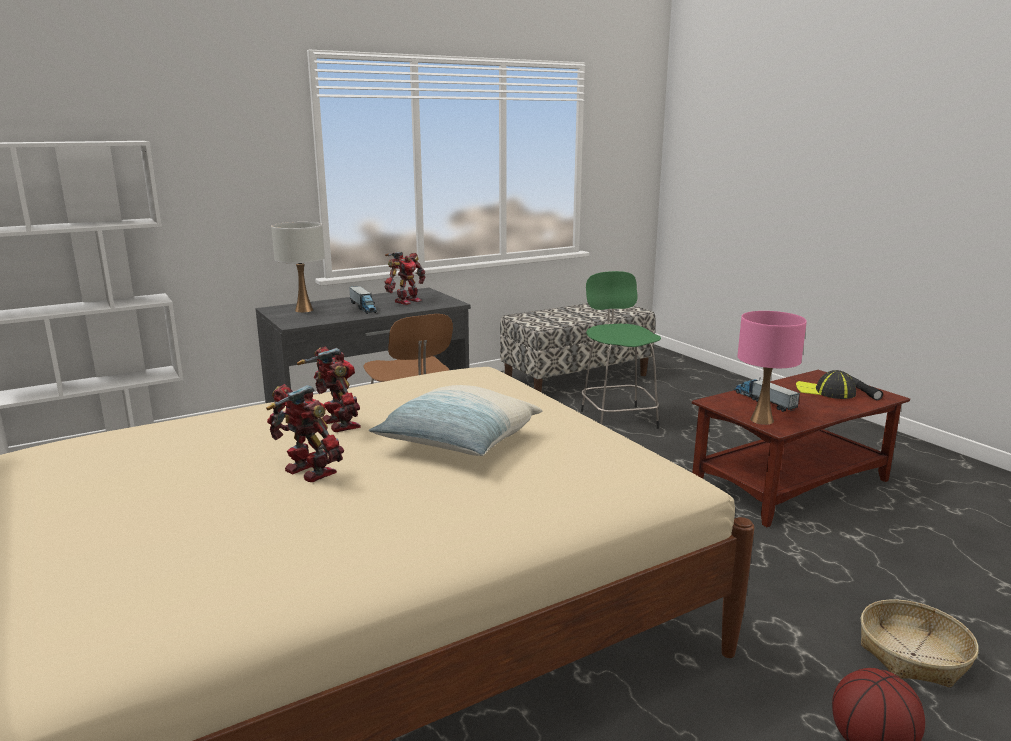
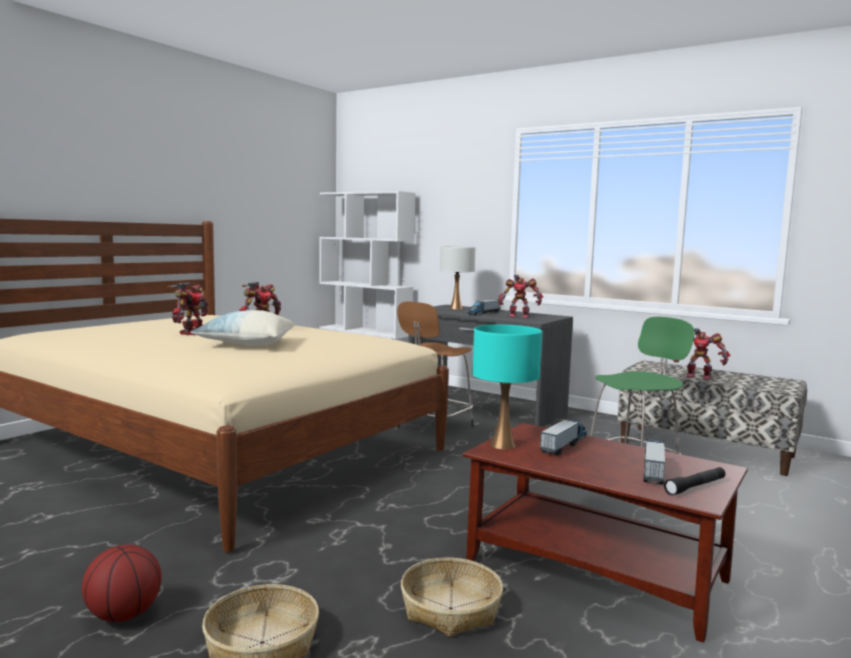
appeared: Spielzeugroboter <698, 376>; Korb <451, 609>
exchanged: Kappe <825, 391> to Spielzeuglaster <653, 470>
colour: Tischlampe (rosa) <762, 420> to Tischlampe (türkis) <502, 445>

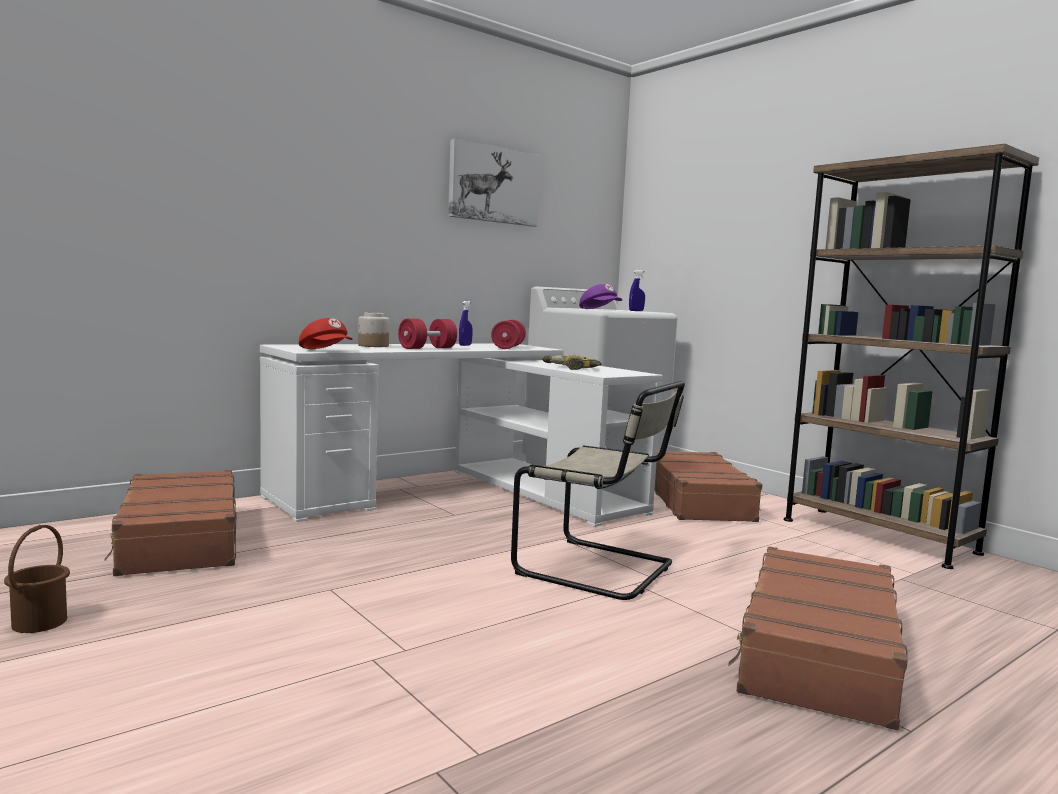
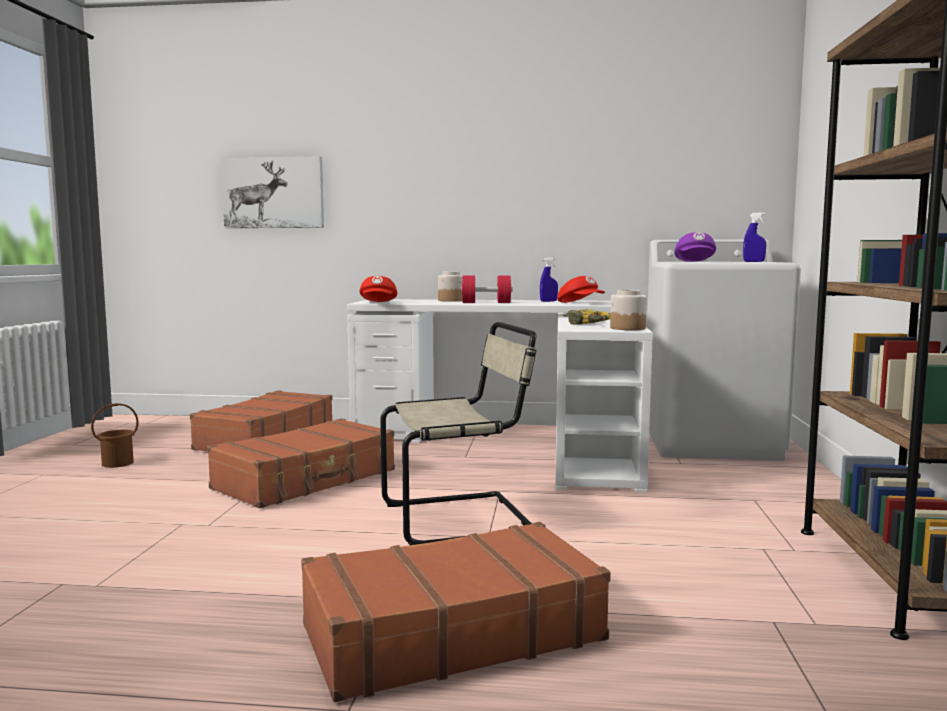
appeared: Vorratsglas <627, 328>
relocated: Bild <493, 185> to <273, 193>; Koffer (braun) <698, 501> to <307, 480>
exchanged: Hantel (rot) <508, 347> to Kappe (rot) <581, 303>
spun: Stuhl (beige) <600, 570> = <462, 519> 90 degrees counterclockwise

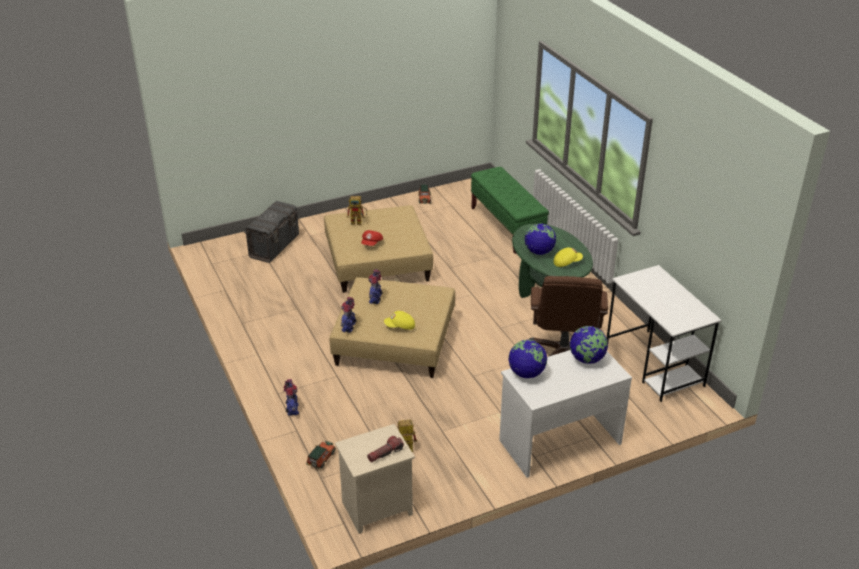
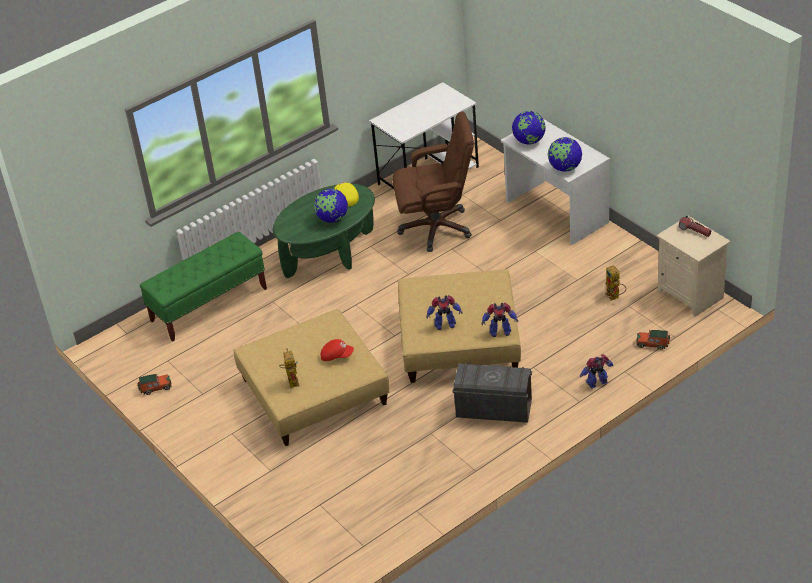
missing: Kappe (gelb) <400, 327>
relocated: Aufbewahrungsbox (grau) <274, 246> to <493, 409>

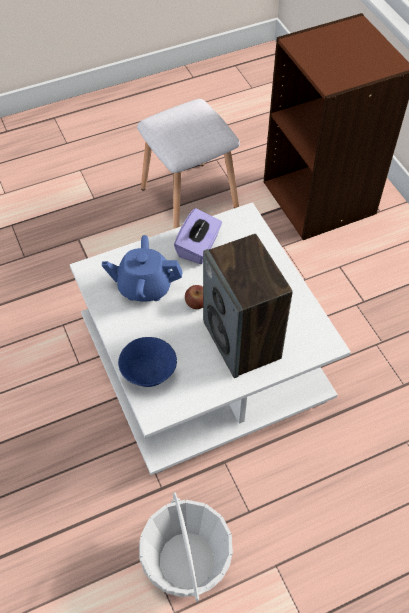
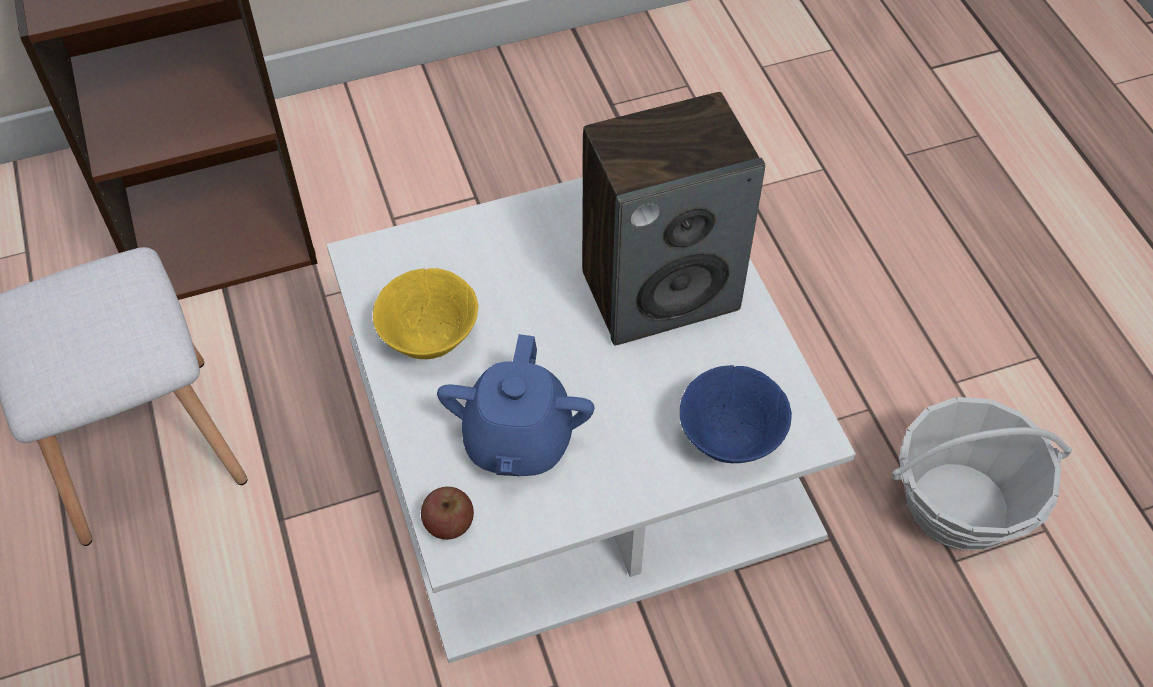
relocated: Apfel <197, 303> to <449, 523>
exchanged: Taschentuchbox (lila) <198, 247> to Schüssel (gelb) <429, 341>

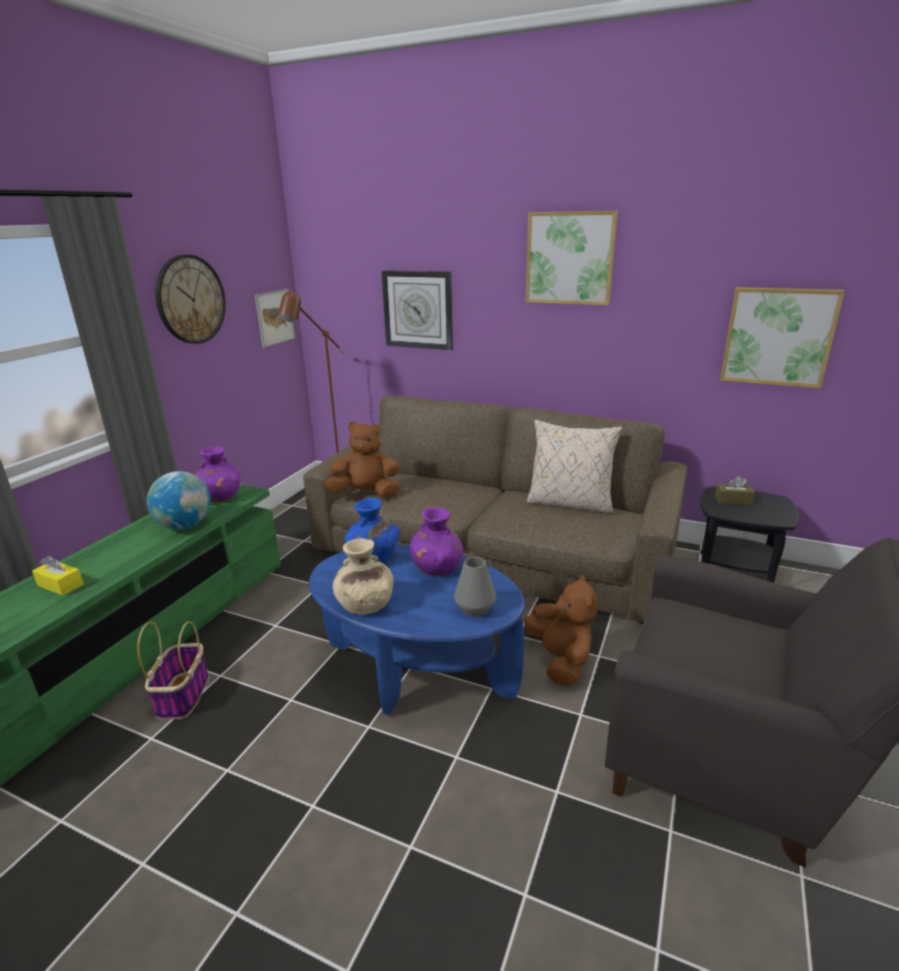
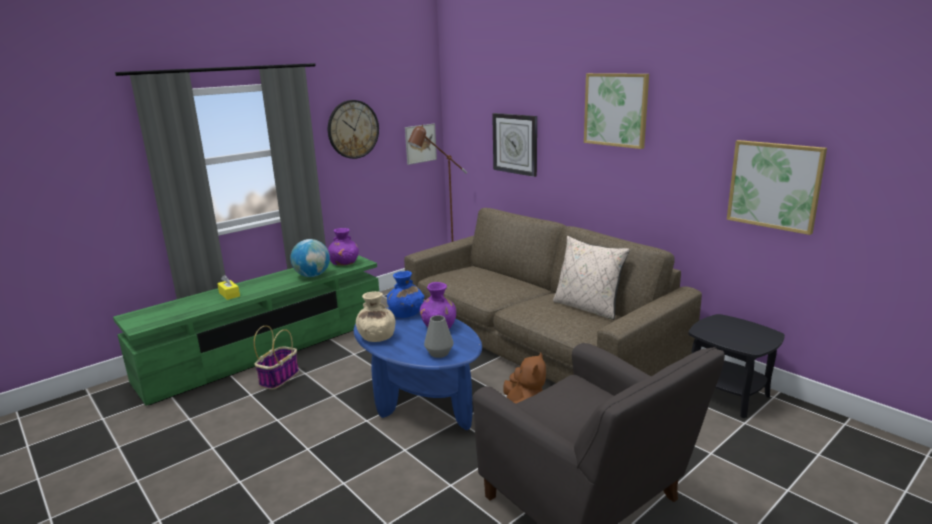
missing: Plüschtier (braun) <366, 494>; Taschentuchbox (braun) <733, 500>

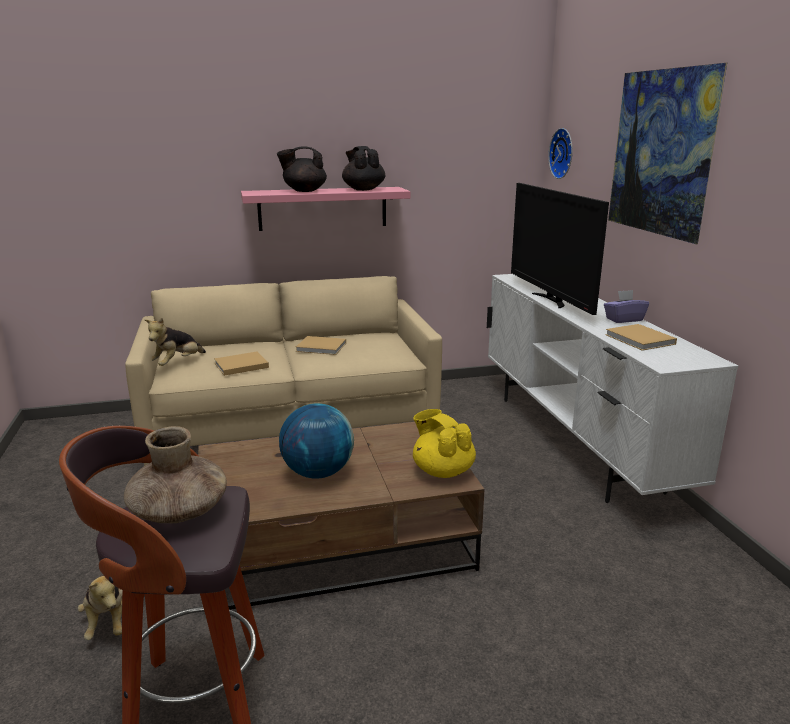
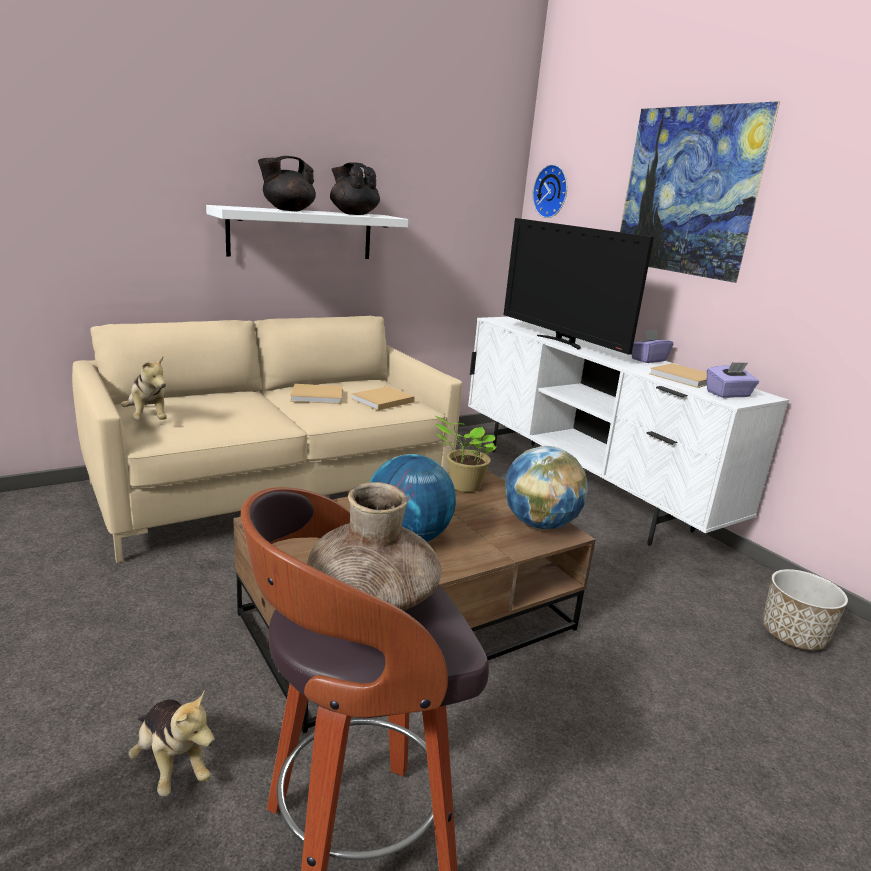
appeared: Taschentuchbox (lila) <728, 394>; Topfpflanze <462, 486>; Pflanzkübel <793, 635>
relocated: Buch (beige) <239, 365> to <381, 401>
exchanged: Teekanne (gelb) <442, 471> to Globus <539, 524>
colour: Wandregal (rosa) <323, 208> to Wandregal (weiß) <301, 234>
spun: Plüschtier <177, 363> = <148, 419> 45 degrees counterclockwise

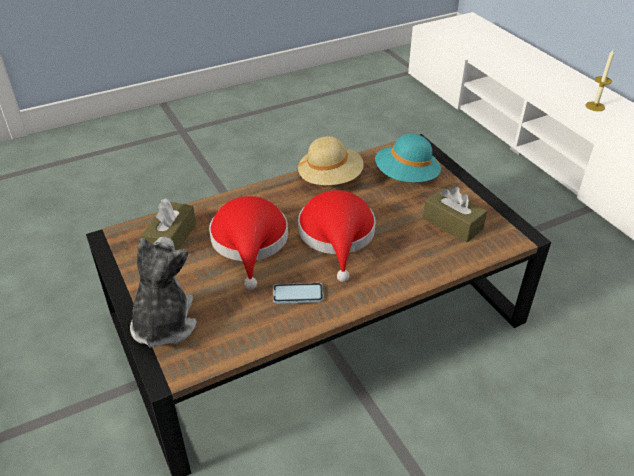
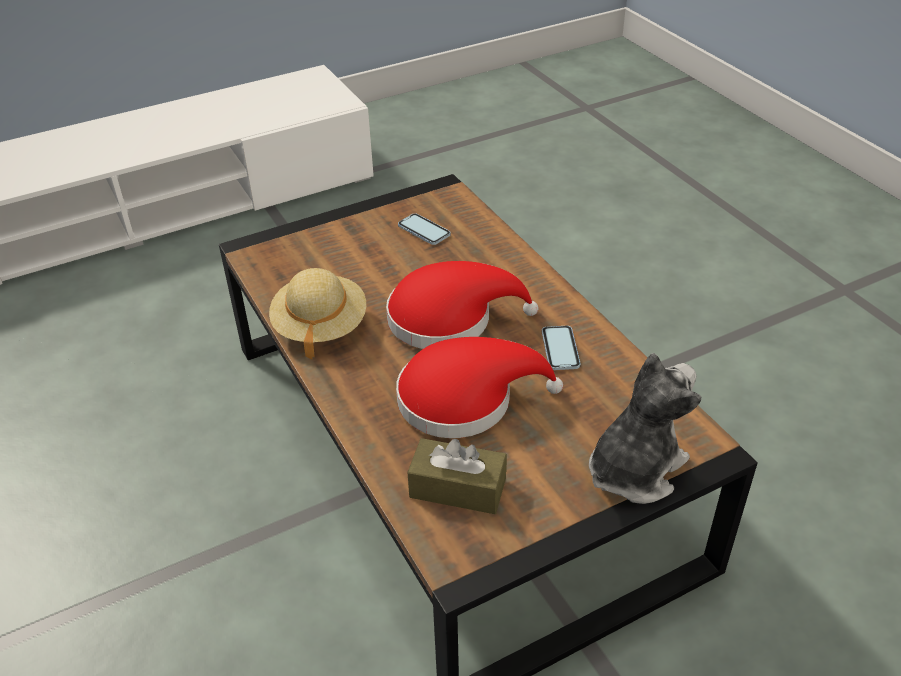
missing: Kerze <595, 106>; Hut (türkis) <406, 177>
exchanged: Taschentuchbox (braun) <452, 224> to Handy <424, 230>
spun: Plüschtier <163, 323> = <634, 469> 135 degrees clockwise

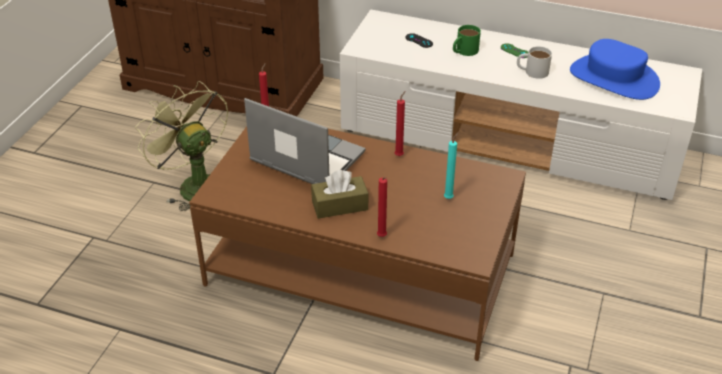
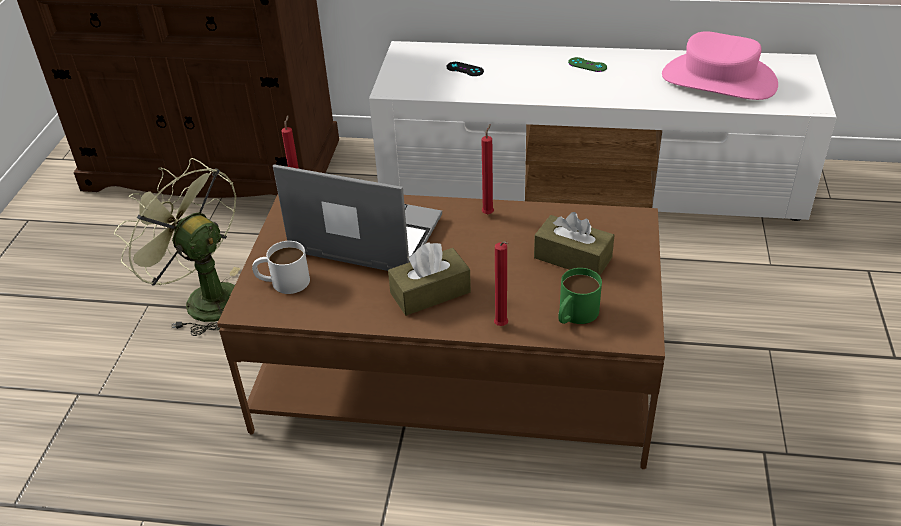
relocated: Henkelbecher (grün) <464, 51> to <574, 315>; Henkelbecher (weiß) <532, 71> to <283, 281>
exchanged: Kerze (türkis) <449, 197> to Taschentuchbox (braun) <572, 258>
colour: Hut (blau) <613, 78> to Hut (rosa) <718, 80>

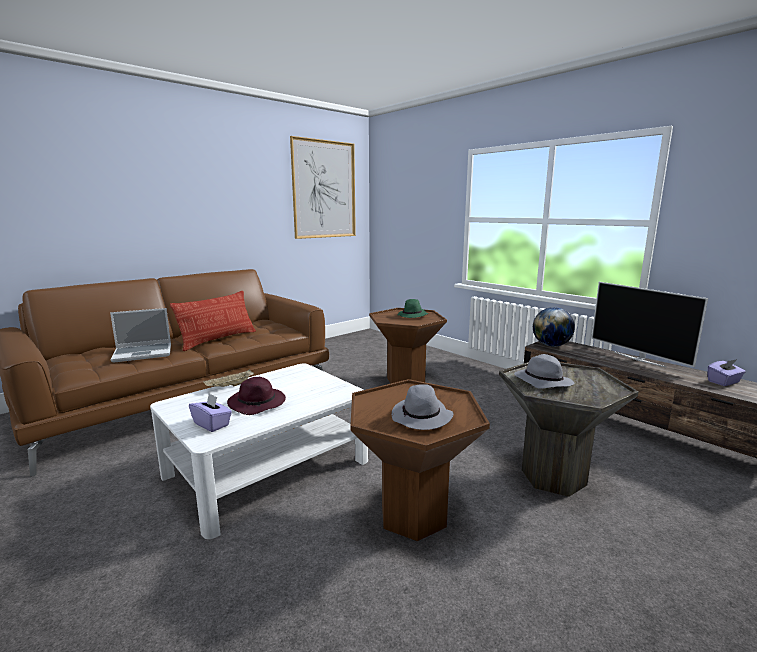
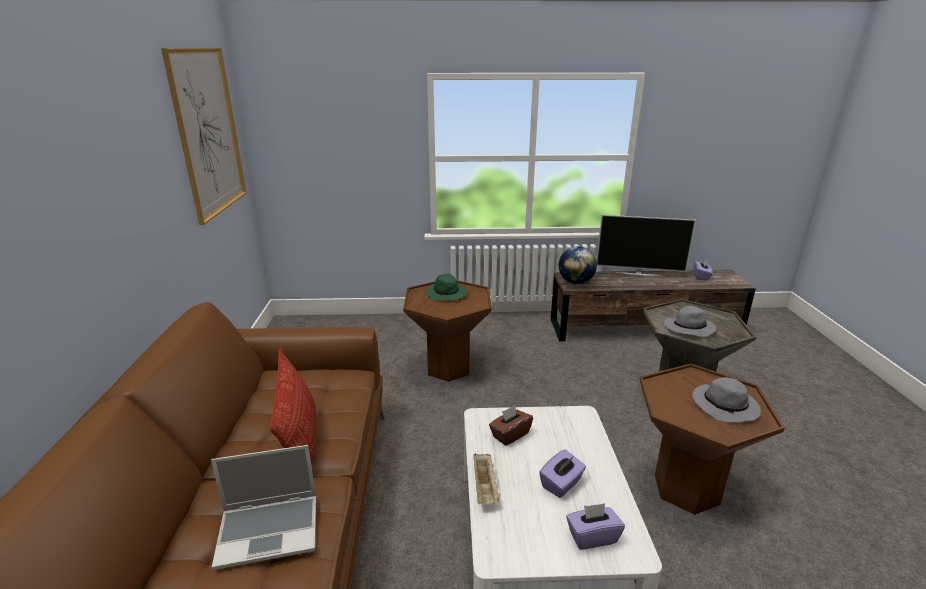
appeared: Taschentuchbox (braun) <510, 435>
exchanged: Hut (lila) <258, 404> to Taschentuchbox (lila) <561, 484>
spun: Laptop <144, 353> = <270, 530> 60 degrees clockwise

